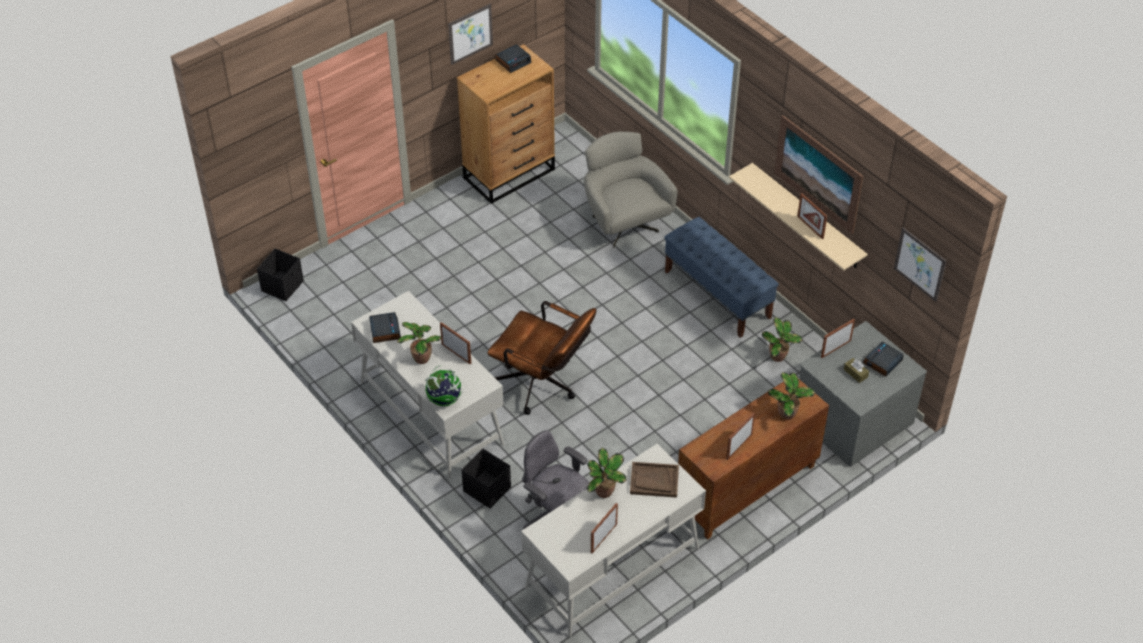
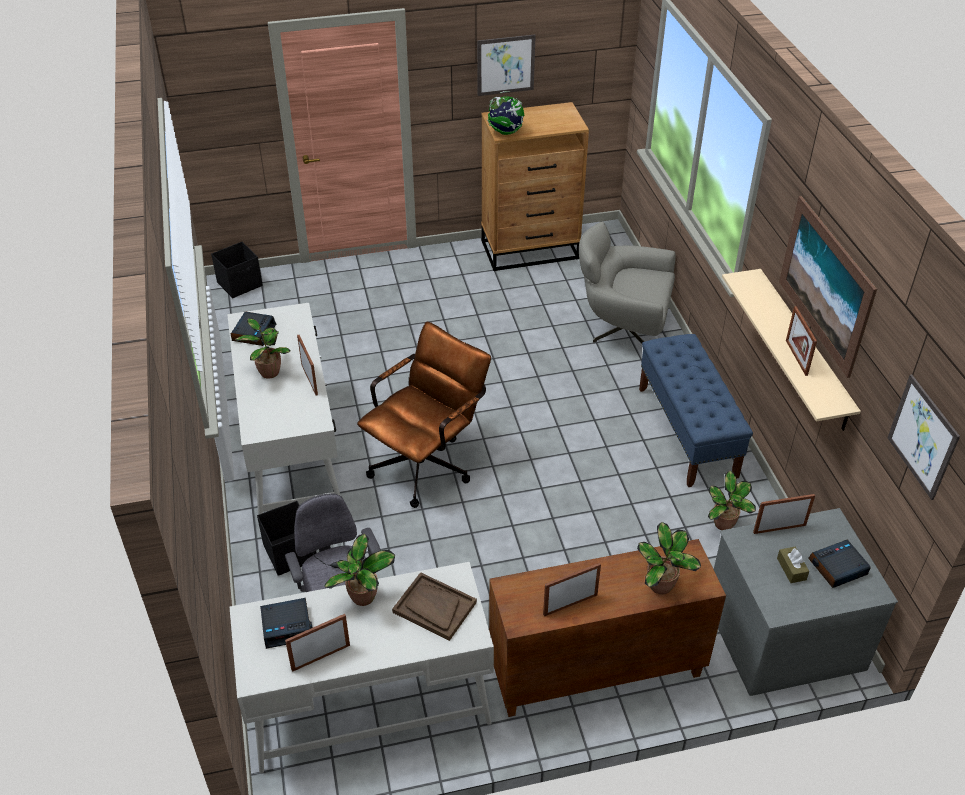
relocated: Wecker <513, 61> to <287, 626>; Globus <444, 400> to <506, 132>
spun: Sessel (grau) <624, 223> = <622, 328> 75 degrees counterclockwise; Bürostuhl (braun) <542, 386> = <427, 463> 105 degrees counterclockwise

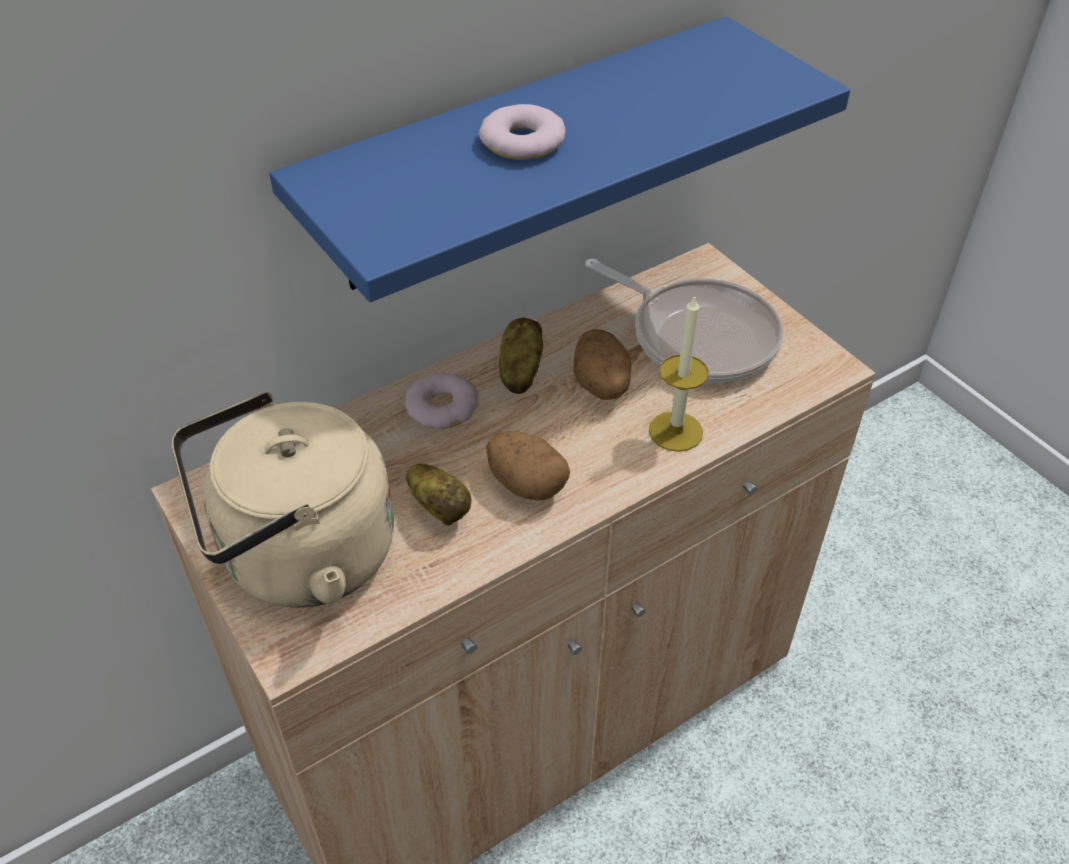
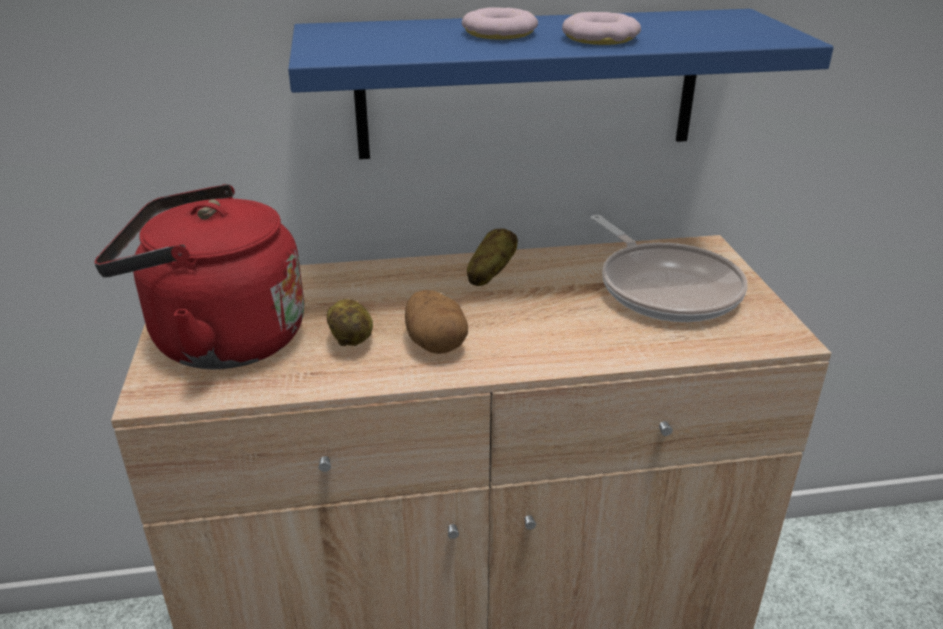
missing: Kerze <675, 431>; Kartoffel <601, 386>
relocated: Donut <442, 407> to <600, 38>
colour: Wasserkessel (beige) <299, 558> to Wasserkessel (rot) <219, 340>

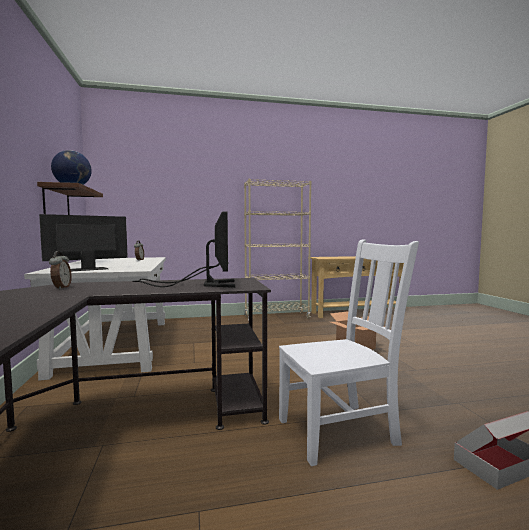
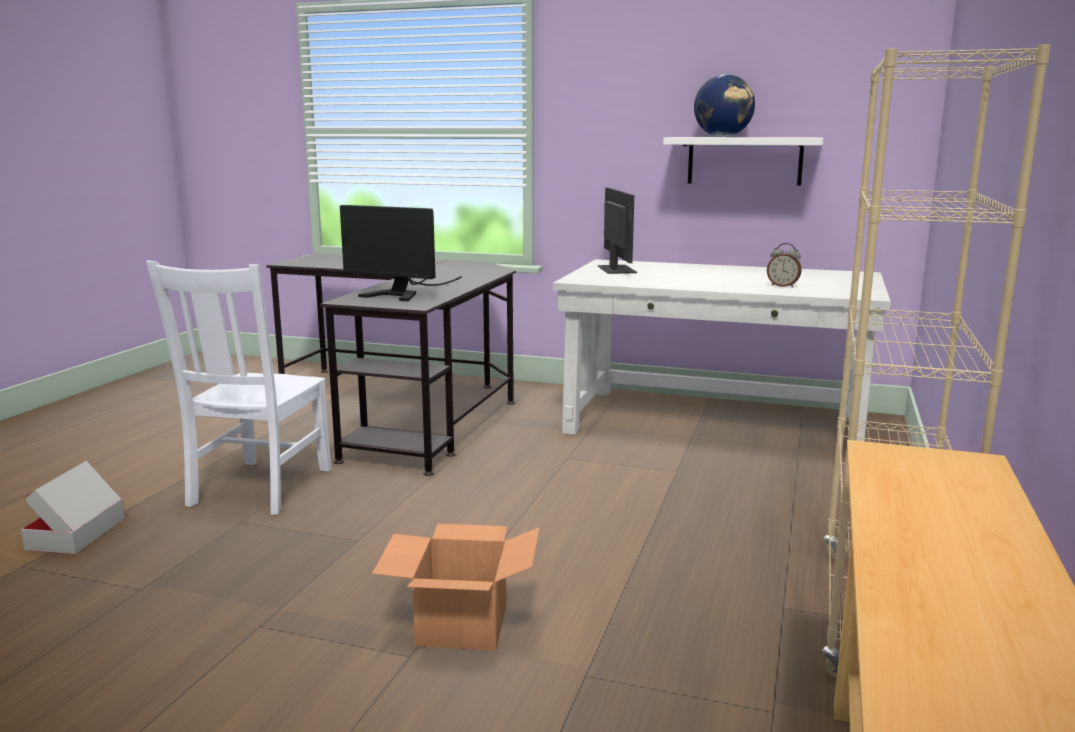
missing: Wecker <61, 288>
colour: Wandregal (braun) <56, 202> to Wandregal (weiß) <744, 160>

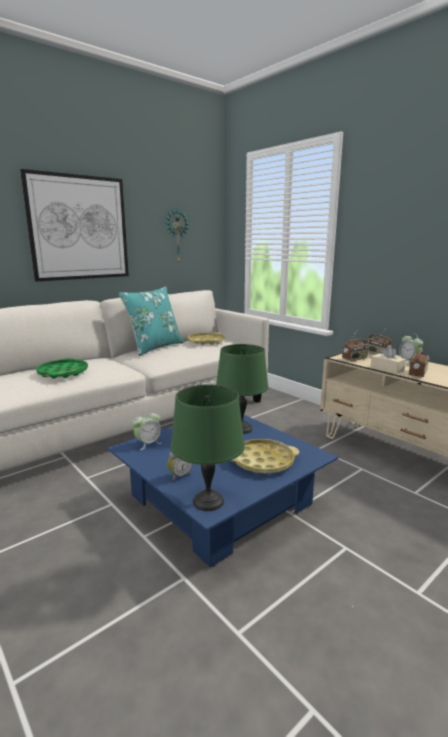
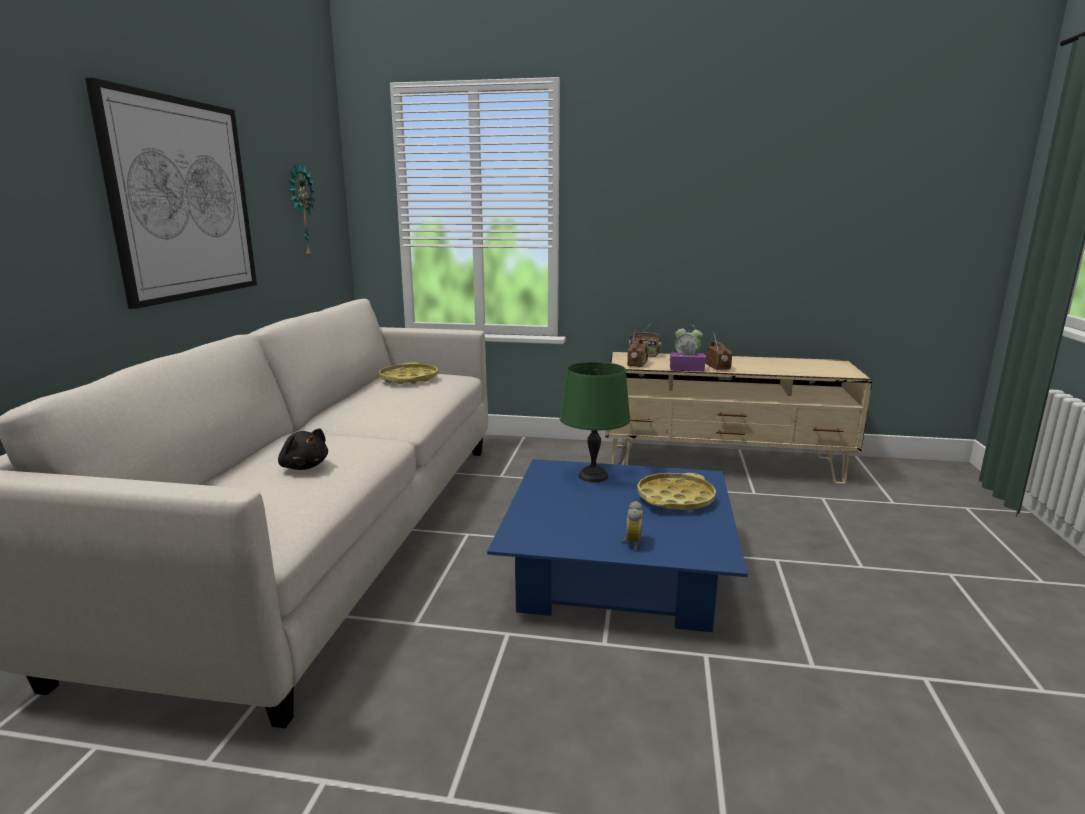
missing: Kissen (türkis) <154, 347>; Tischlampe (grün) <209, 501>; Wecker <148, 444>
exchanged: Tablett (grün) <63, 373> to Plüschtier (schwarz) <303, 466>
colour: Taschentuchbox (beige) <387, 369> to Taschentuchbox (lila) <686, 369>

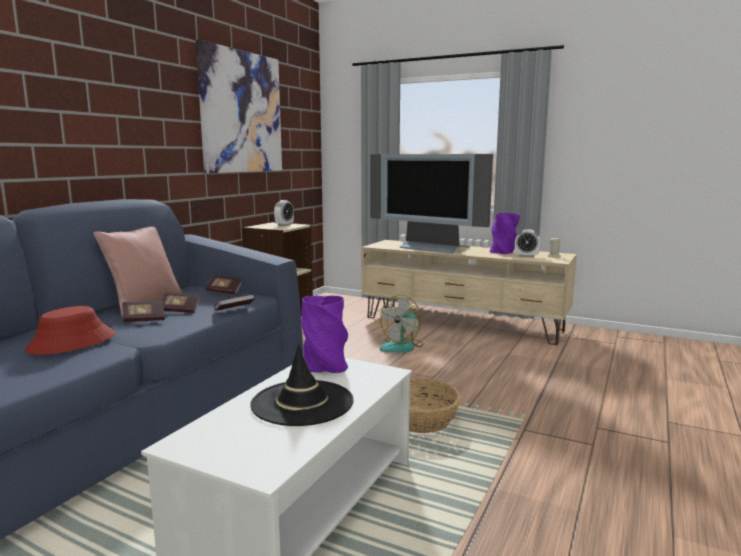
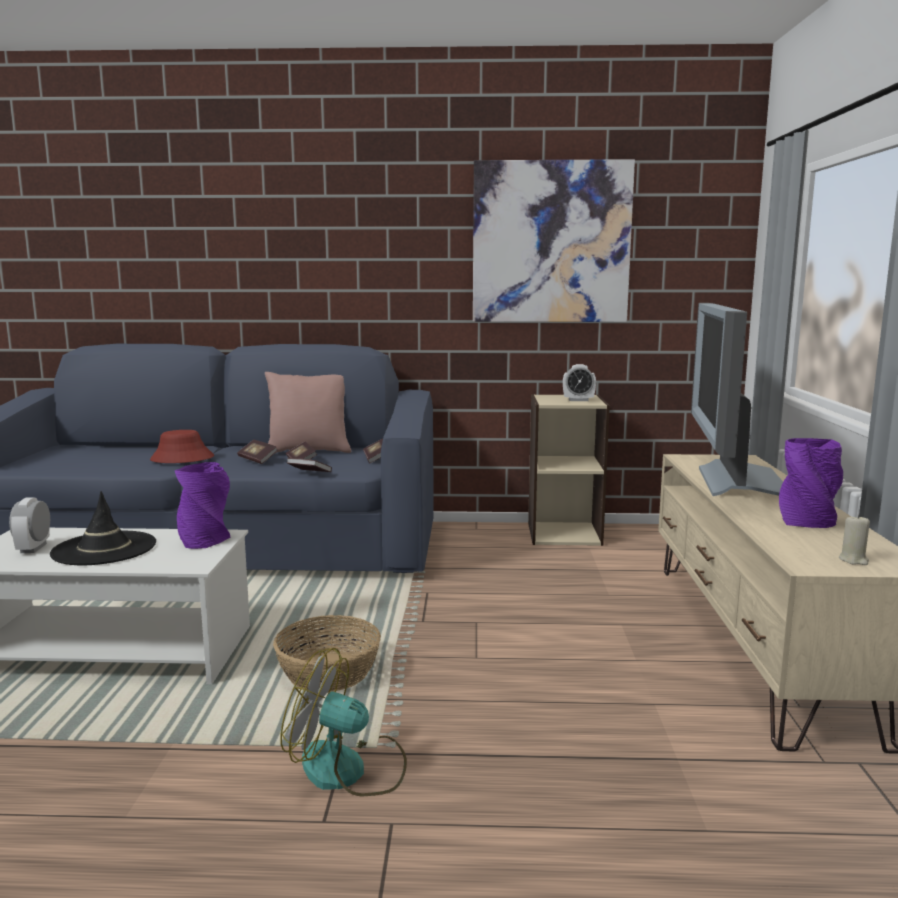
relocated: Wecker <526, 256> to <33, 548>; Ventilator <402, 346> to <348, 770>

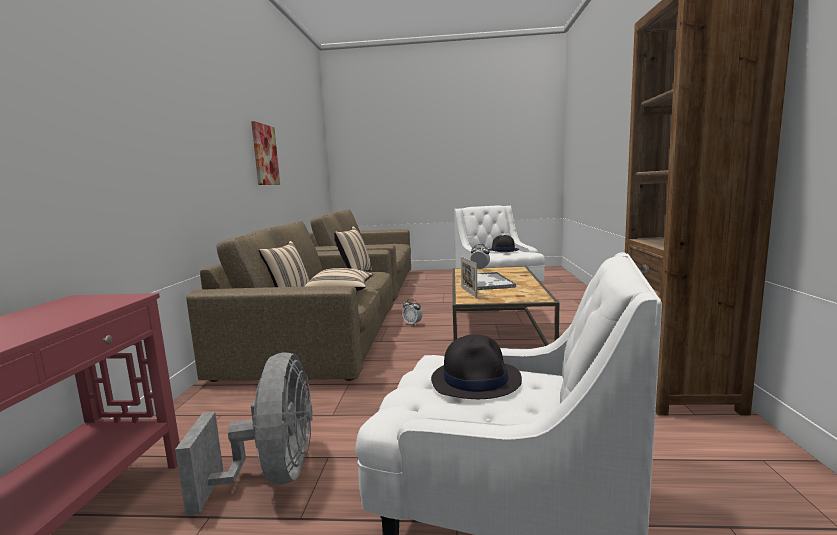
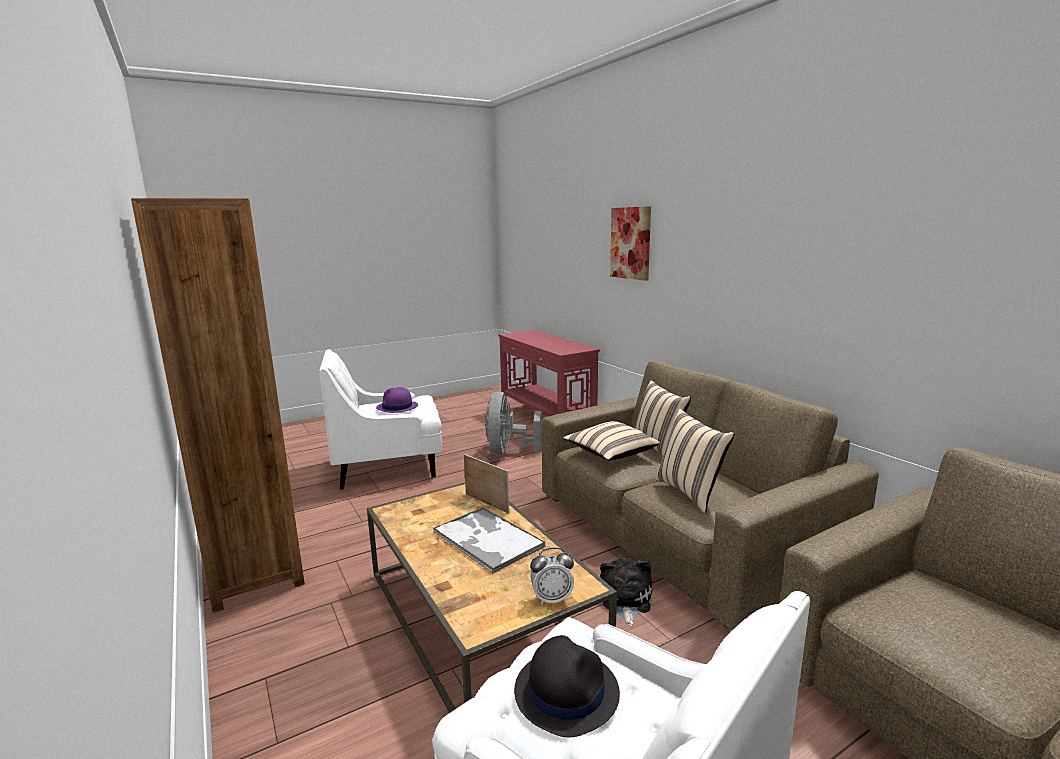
relocated: Bild <265, 155> to <630, 243>
exchanged: Wecker <412, 324> to Plüschtier <625, 600>
colour: Hut (schwarz) <476, 380> to Hut (lila) <397, 407>
spun: Ventilator (grau) <273, 475> = <508, 451> 45 degrees clockwise

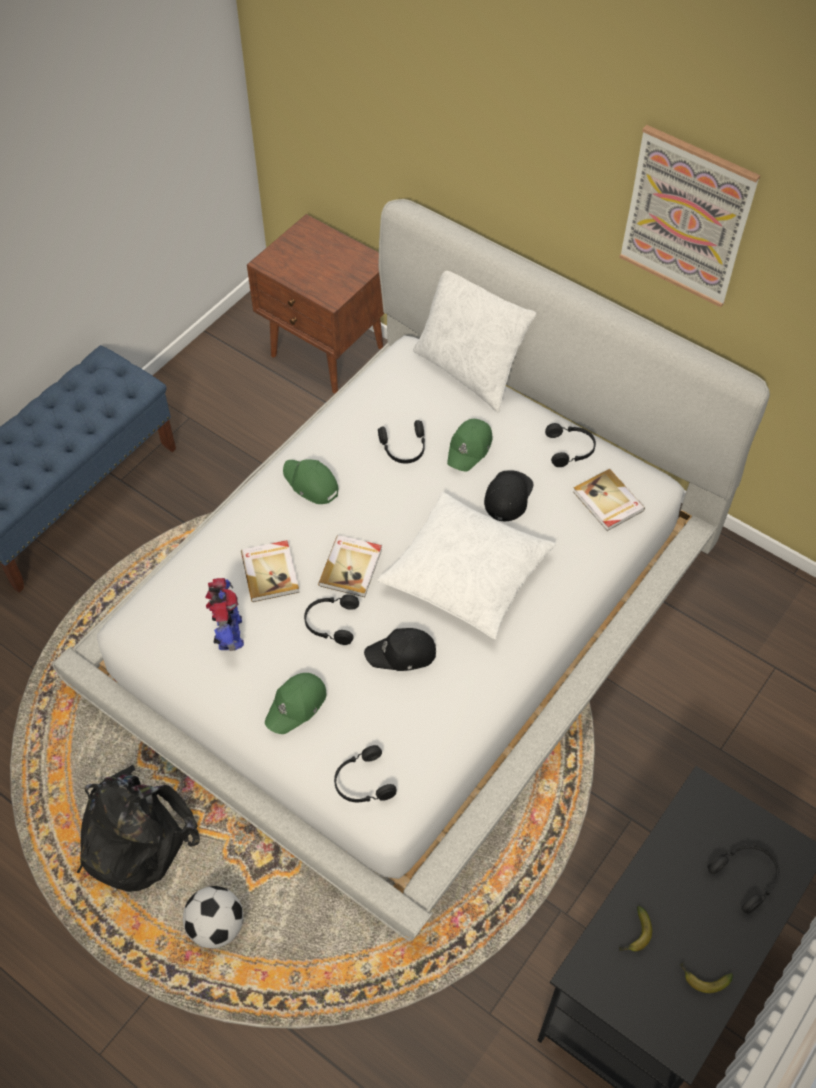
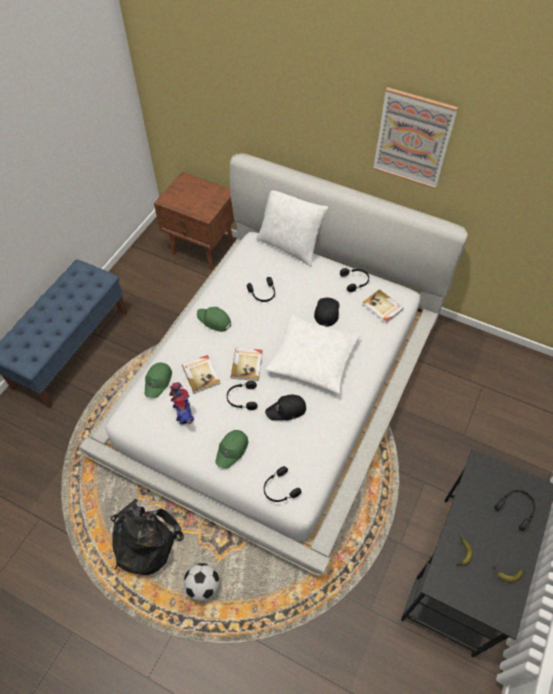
relocated: Kappe (grün) <470, 448> to <158, 381>

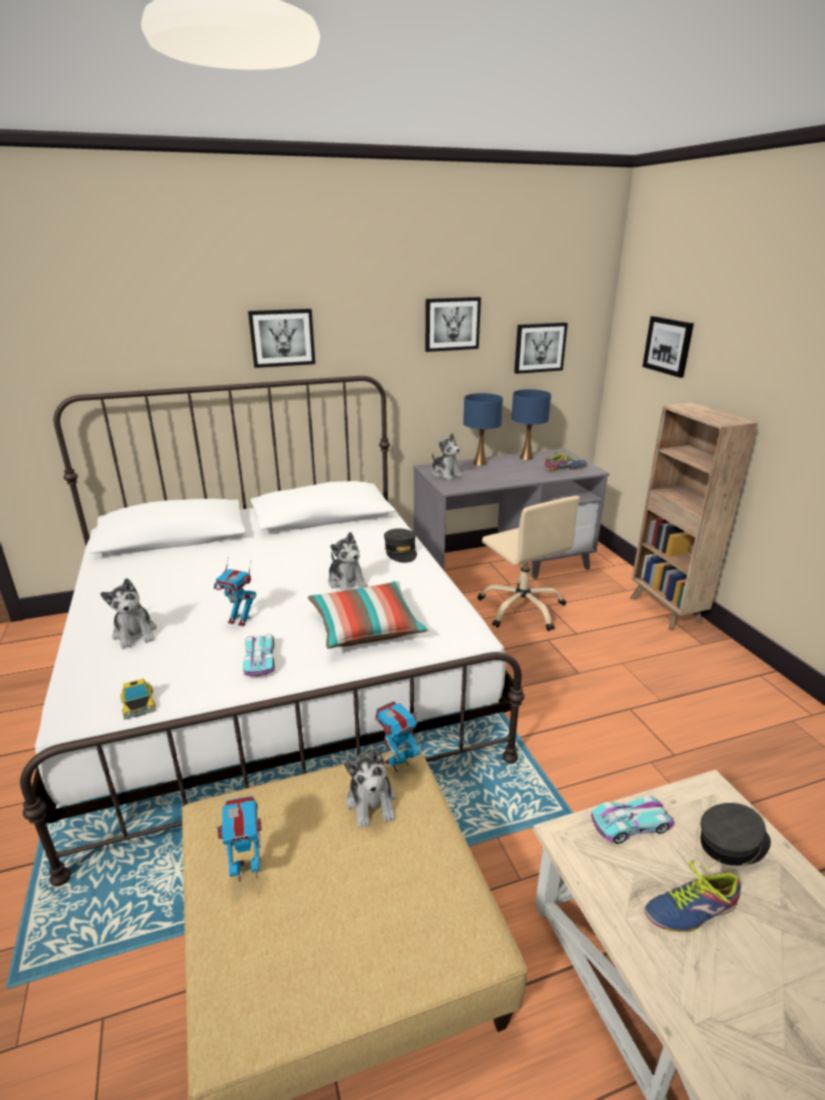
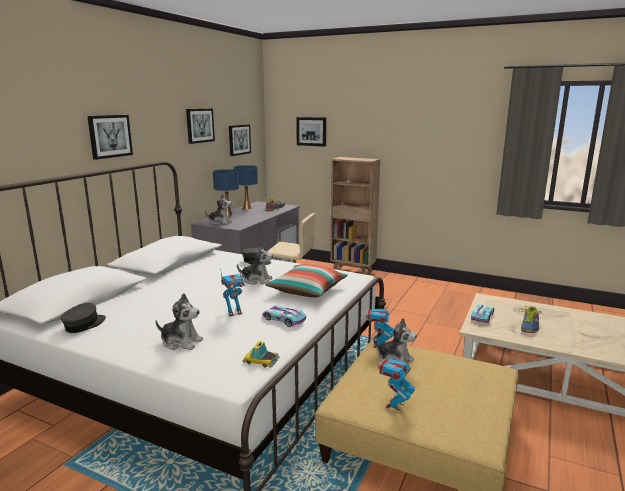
relocated: Kappe (grau) <732, 843> to <84, 325>

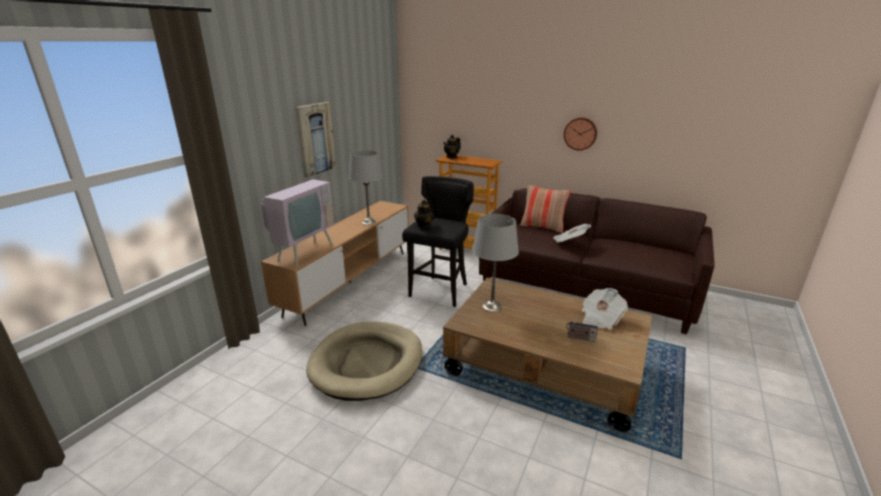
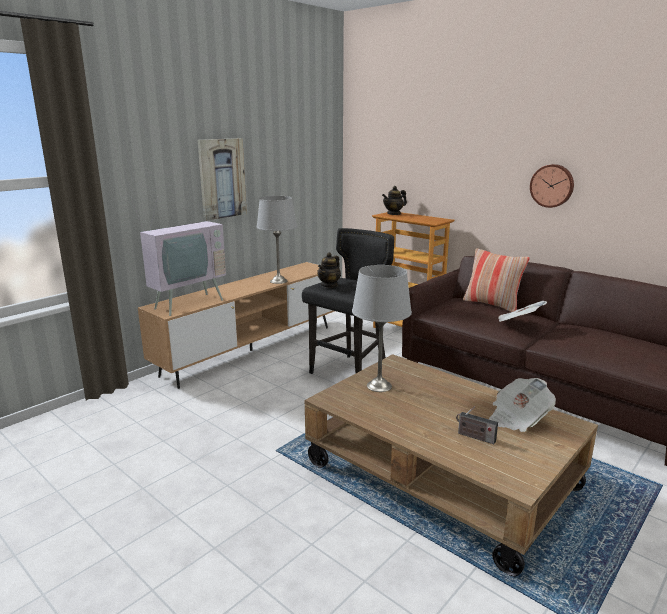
missing: Hundebett (beige) <367, 363>

